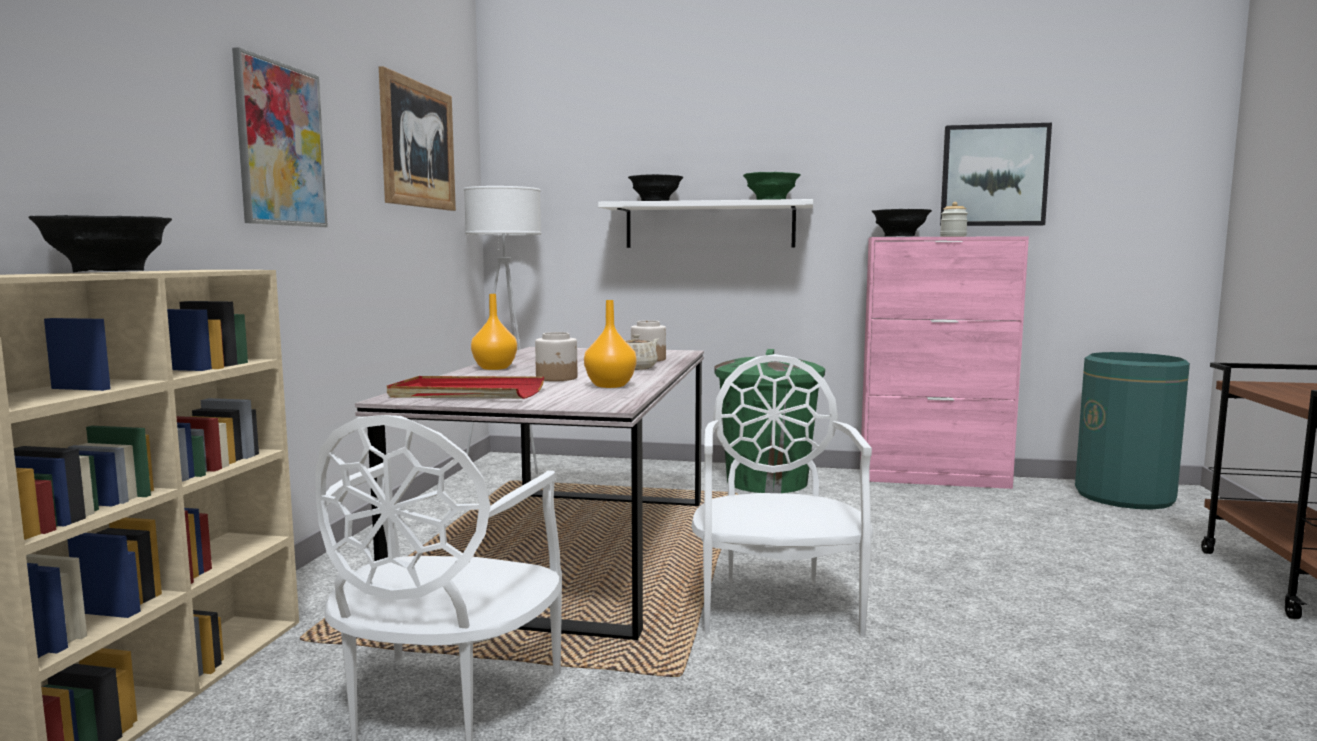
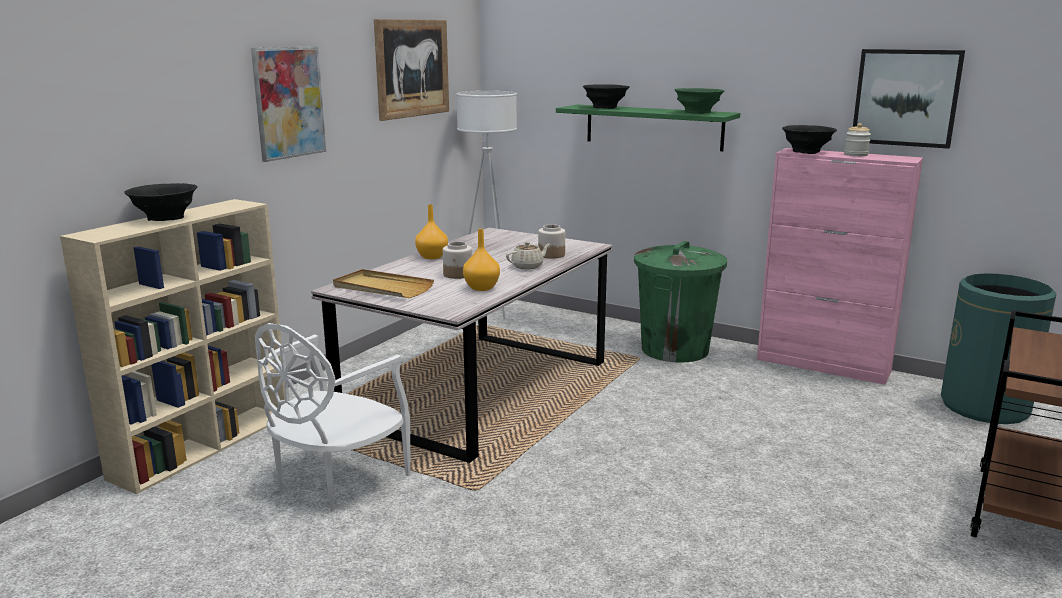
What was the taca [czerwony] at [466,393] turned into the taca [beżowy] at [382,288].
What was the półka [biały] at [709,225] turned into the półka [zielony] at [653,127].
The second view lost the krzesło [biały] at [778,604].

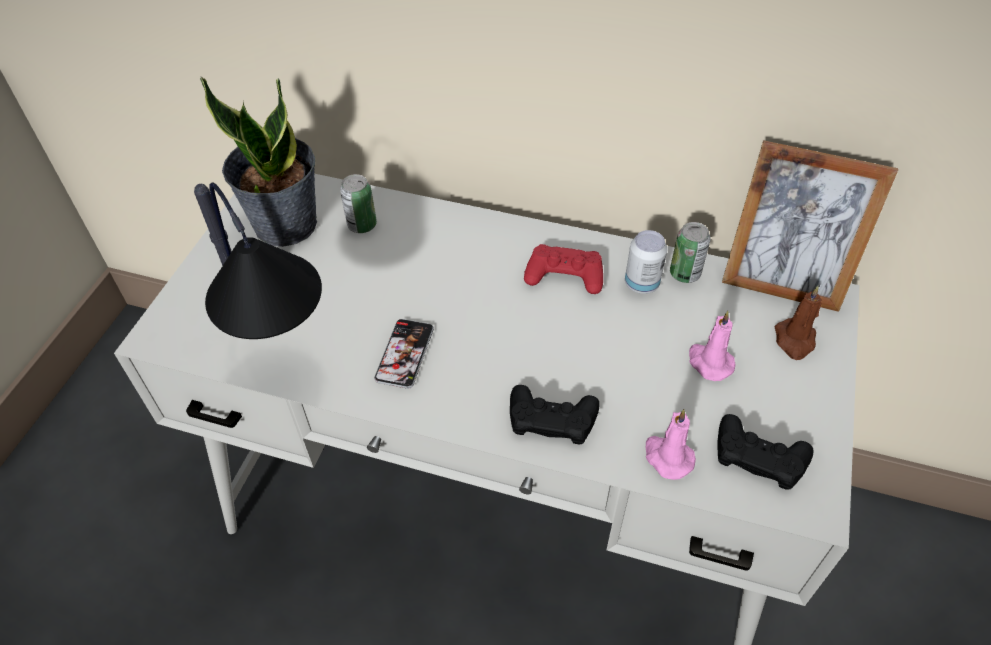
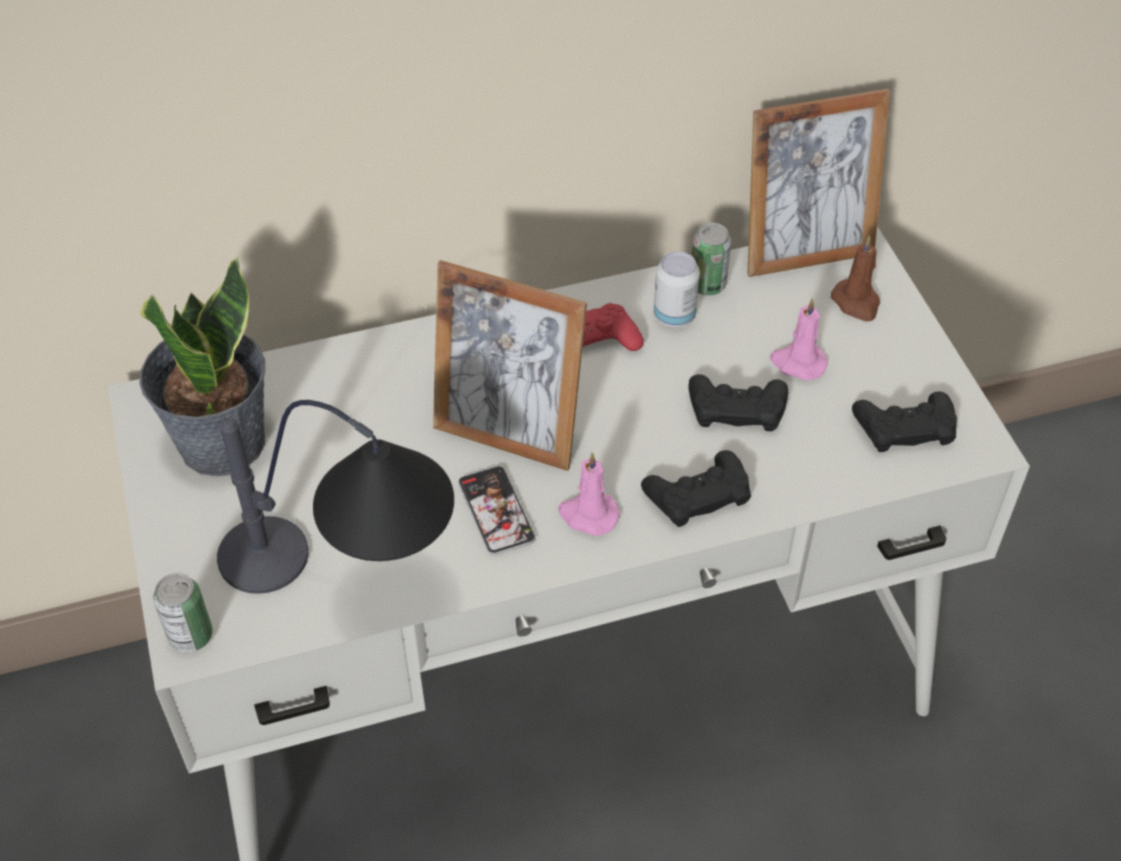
The puszka ended up elsewhere, having gone from [362,225] to [191,636].
The second view gained the ramka na zdjęcie at [508,433].
The świeca [różowy] ended up elsewhere, having gone from [667,456] to [588,515].
The second view gained the pad do gier [czarny] at [737,408].

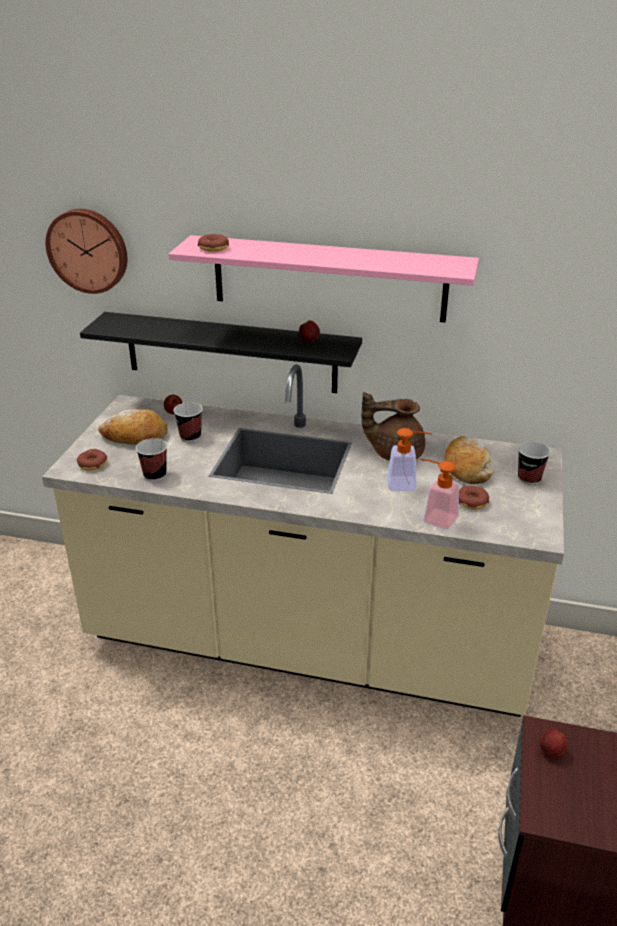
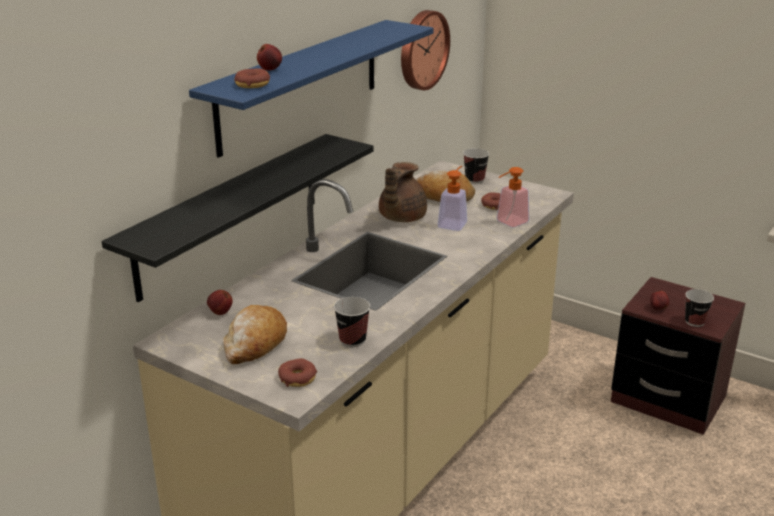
What was the półka [różowy] at [328,278] turned into the półka [niebieski] at [300,85].
The jabłko ended up elsewhere, having gone from [309,342] to [270,69].
The zegar ścienny ended up elsewhere, having gone from [88,250] to [422,49].
The filiżanka ended up elsewhere, having gone from [190,437] to [695,322].

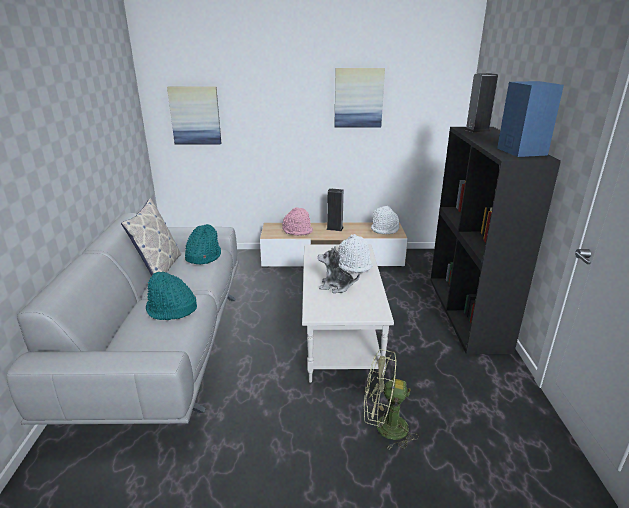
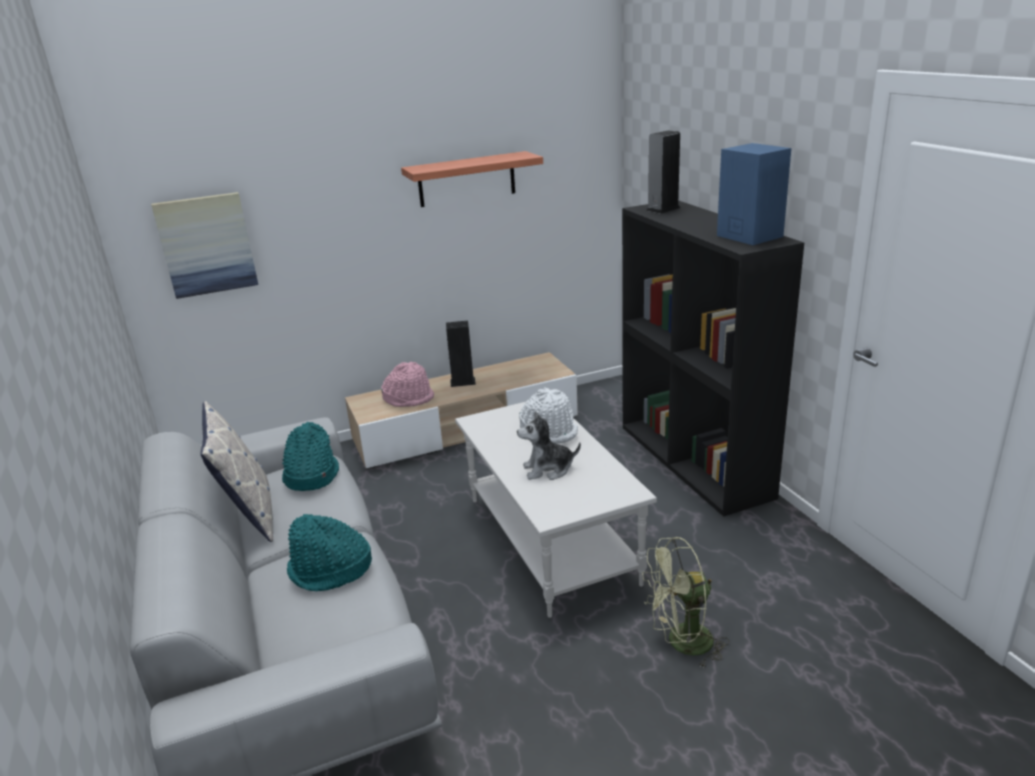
Where the obraz hung at [358,98], the półka came to hang at [467,179].
The second view lost the kapelusz [biały] at [385,229].

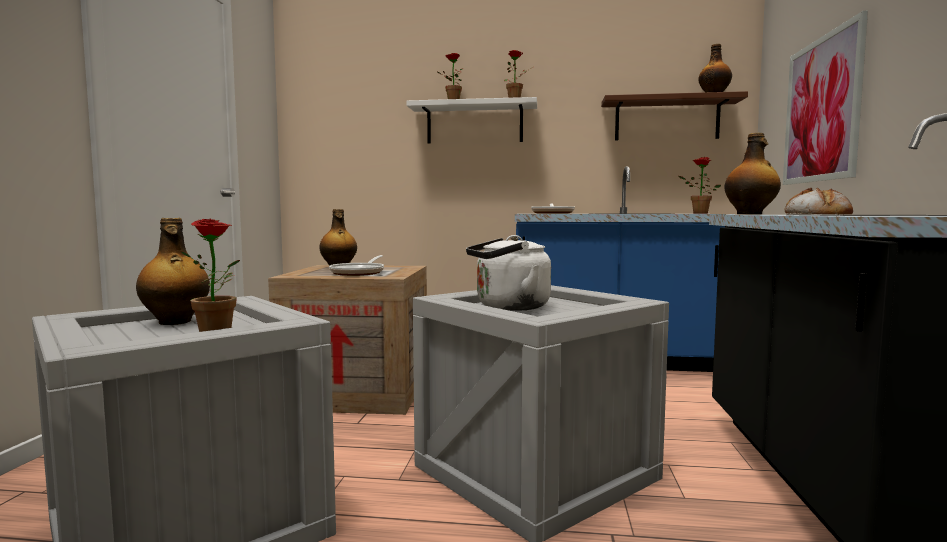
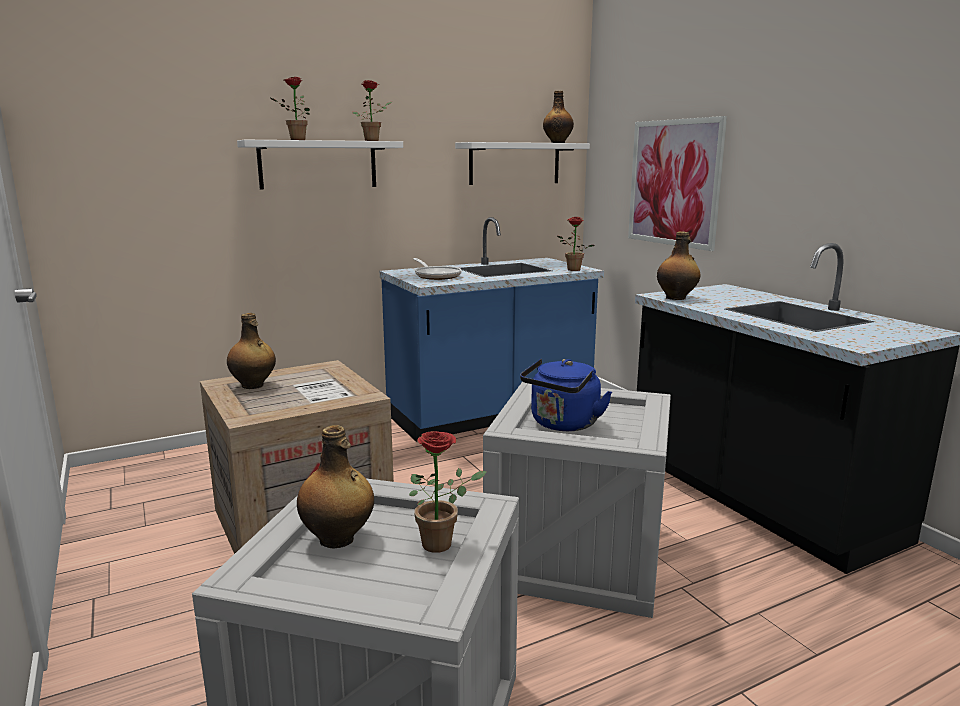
What was the półka [brązowy] at [666,120] turned into the półka [biały] at [514,163].
What was the czajnik [biały] at [508,307] turned into the czajnik [niebieski] at [563,425].
The second view lost the patelnia at [359,273].
The second view lost the chleb at [816,214].

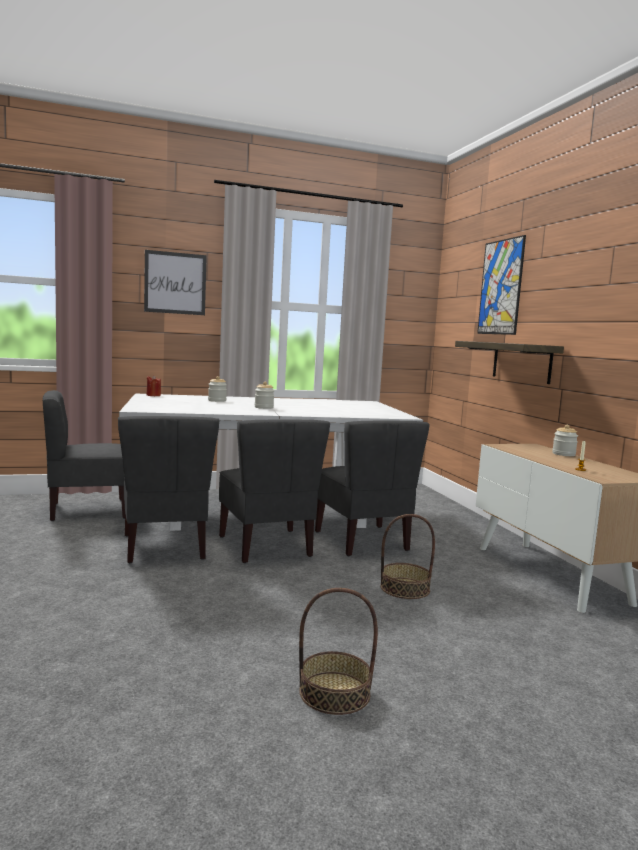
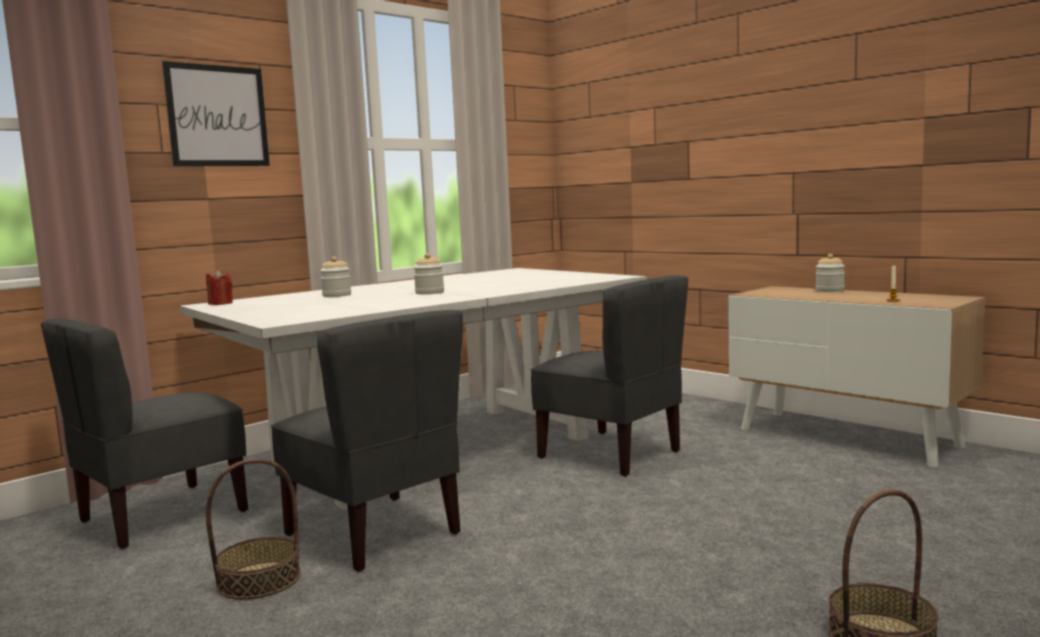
The koszyk ended up elsewhere, having gone from [405,588] to [259,580].
The second view lost the krzesło [szary] at [266,546].
The second view lost the półka at [521,362].
The second view lost the obraz at [500,287].

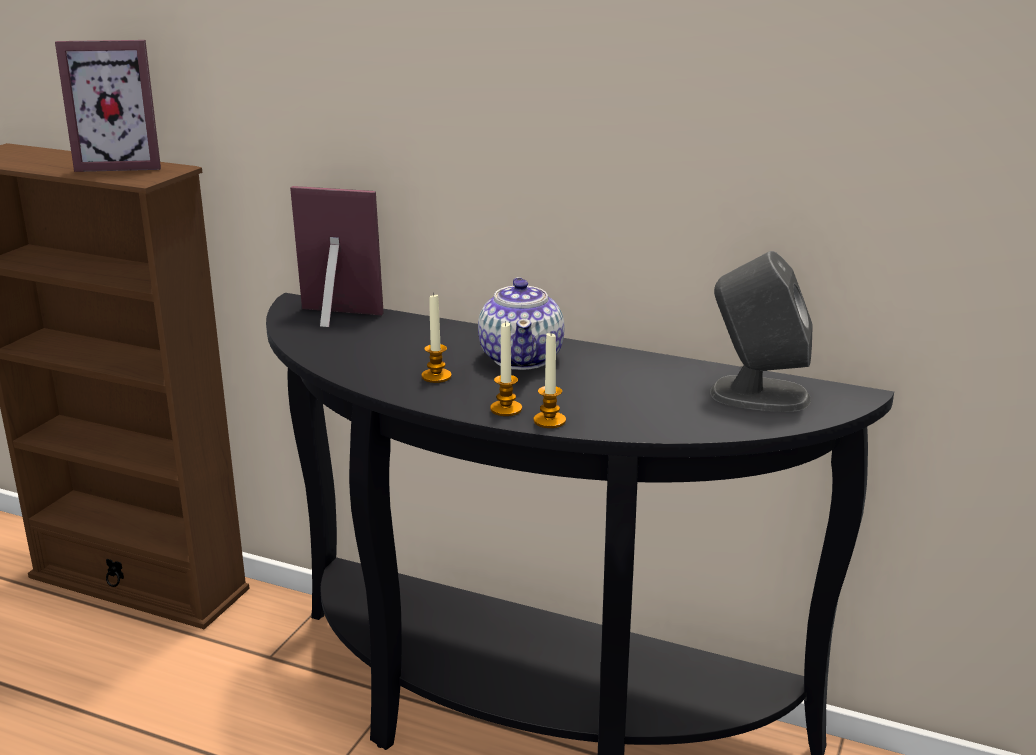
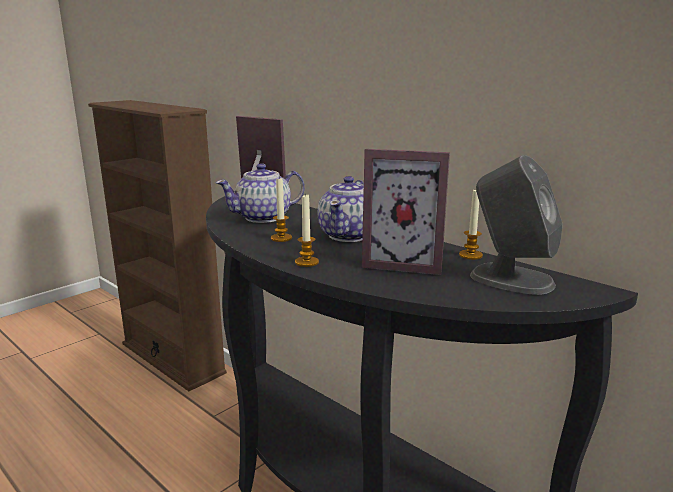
The second view gained the imbryk at [264,217].
The ramka na zdjęcie ended up elsewhere, having gone from [122,165] to [403,263].
The świeca ended up elsewhere, having gone from [549,421] to [470,255].

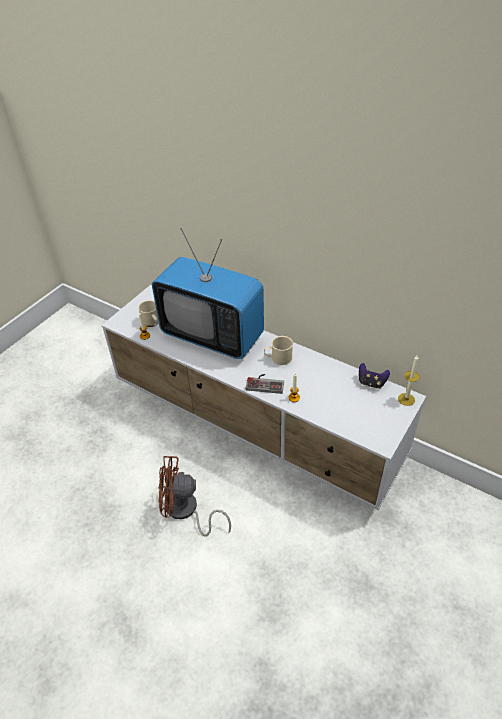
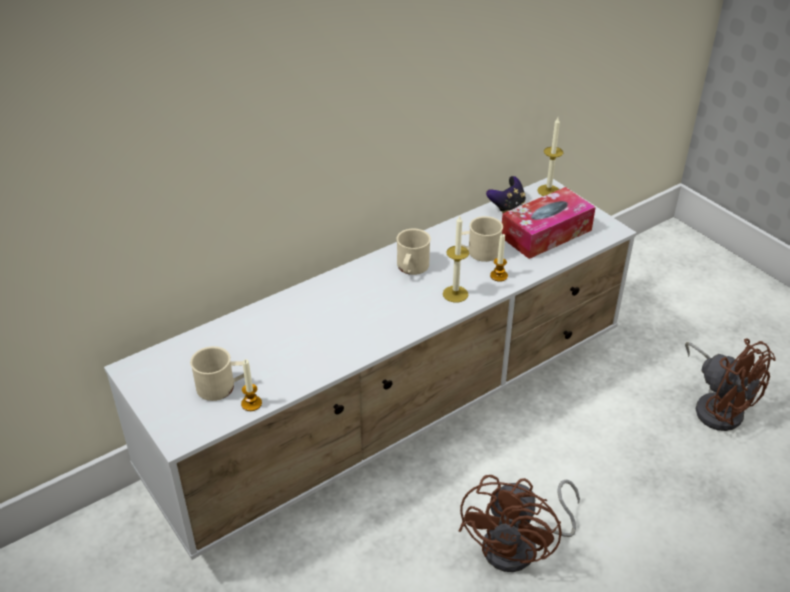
Where the pad do gier stood at [265,383], the świeca came to stand at [455,294].
The second view gained the kubek [beżowy] at [478,252].
The second view gained the pudełko chusteczek at [546,233].
The second view gained the wentylator [brązowy] at [717,406].
The second view lost the telewizor at [212,336].

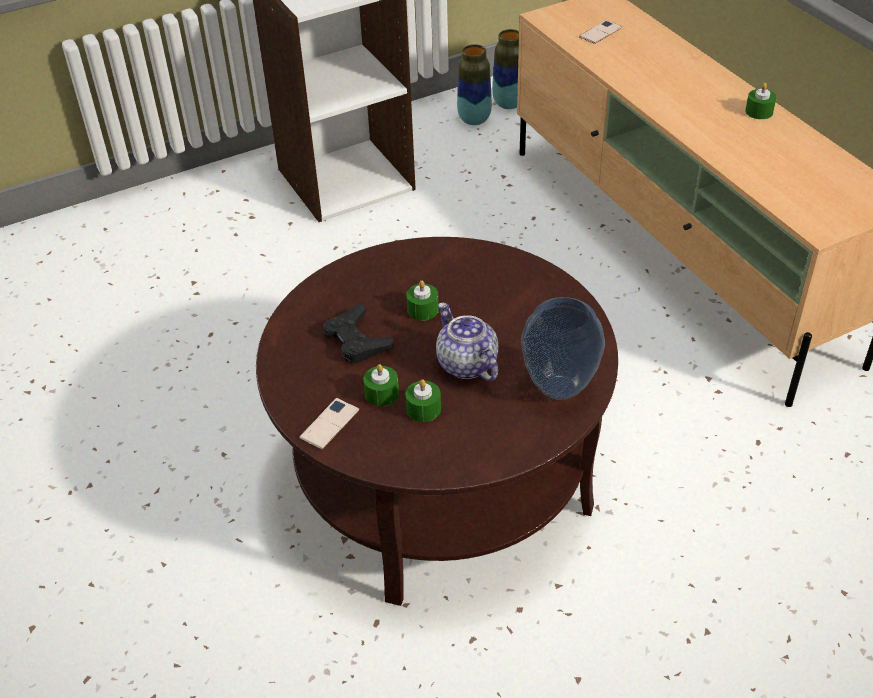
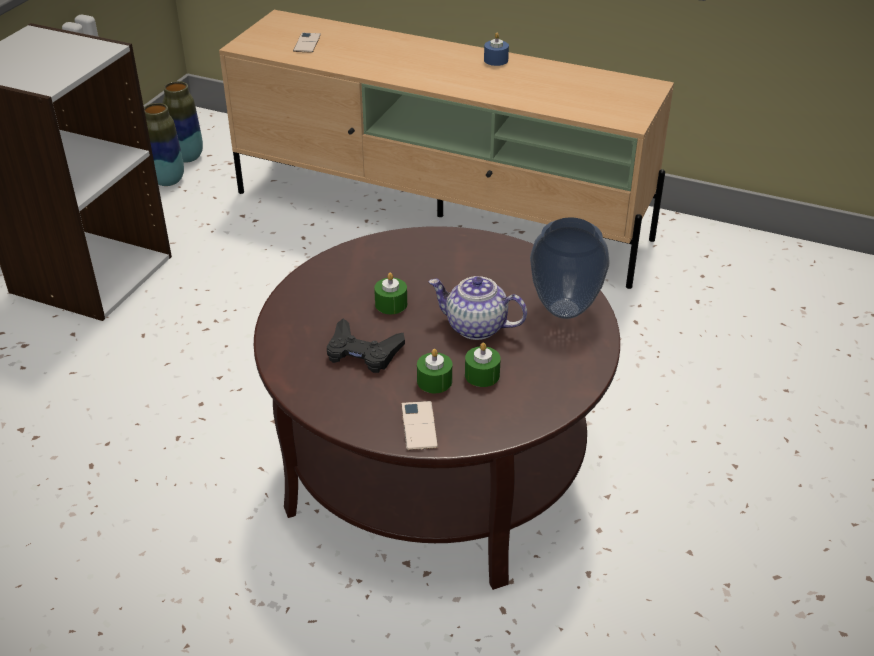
What was the świeca [zielony] at [759,111] turned into the świeca [niebieski] at [496,60].

